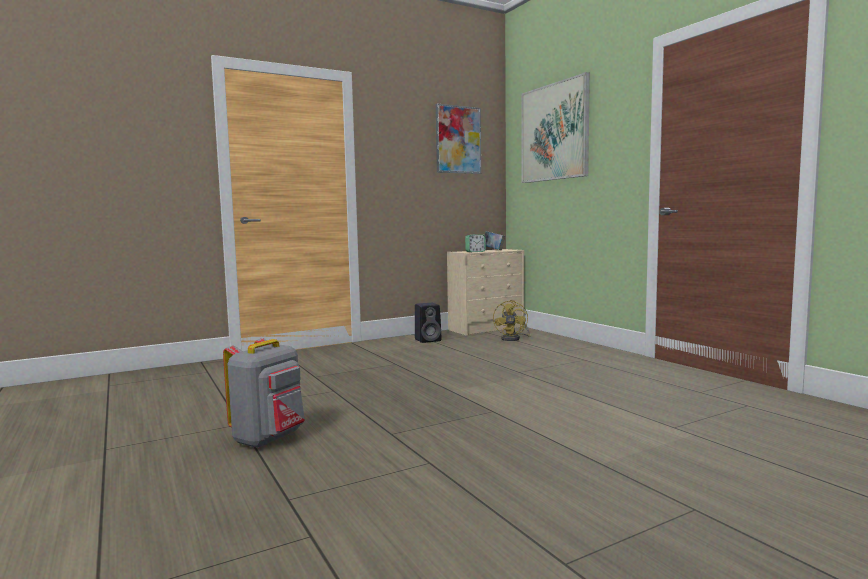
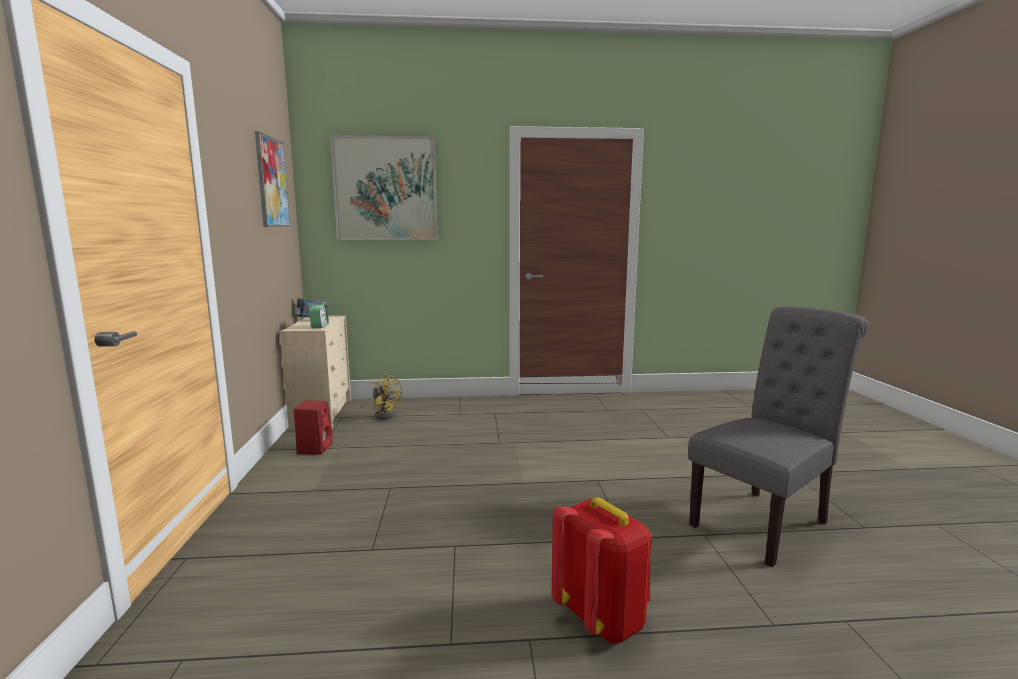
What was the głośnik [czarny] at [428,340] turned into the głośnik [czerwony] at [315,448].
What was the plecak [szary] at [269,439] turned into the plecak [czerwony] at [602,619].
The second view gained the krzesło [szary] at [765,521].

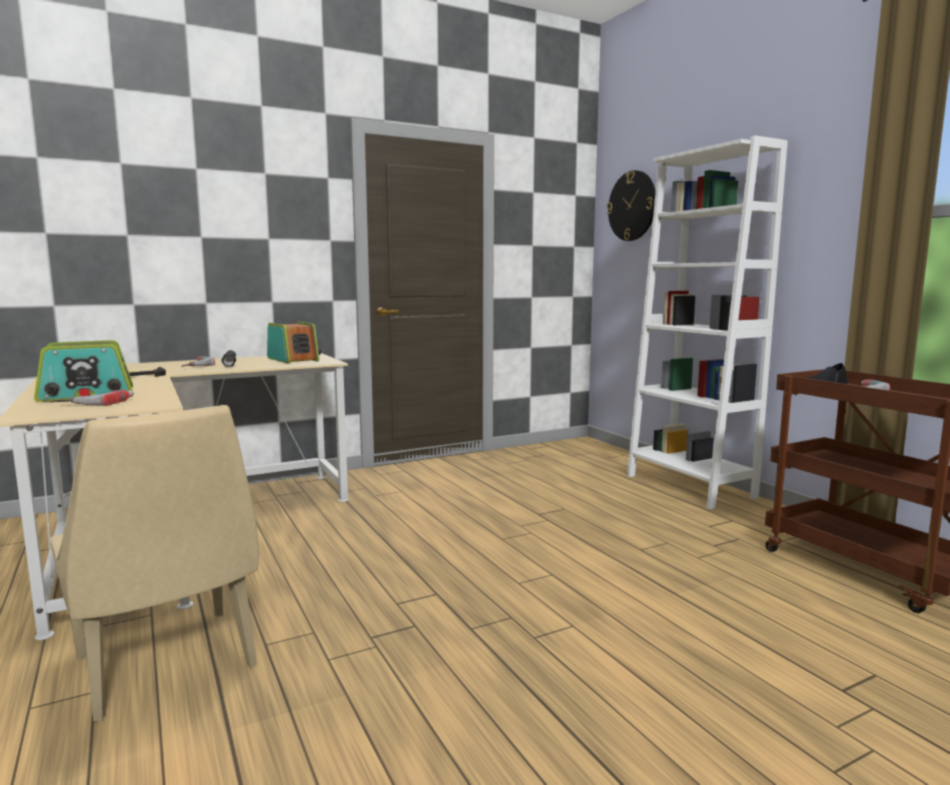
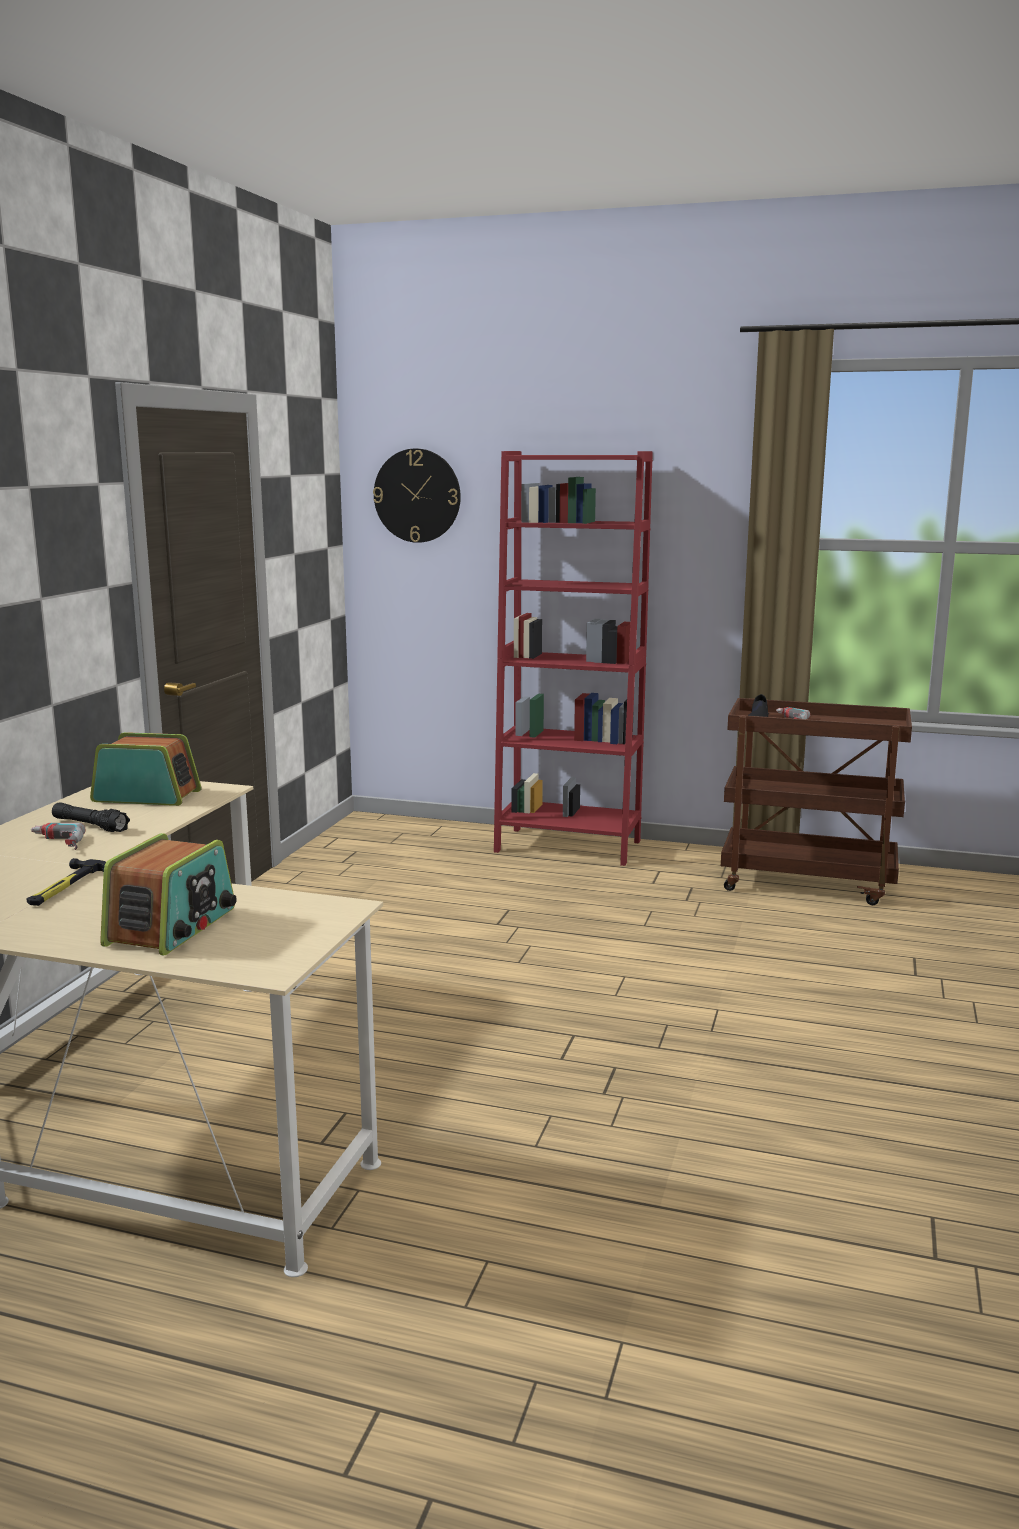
What was the regał [biały] at [689,486] turned into the regał [czerwony] at [568,846].
The second view lost the wiertarka at [95,402].
The second view lost the krzesło [beżowy] at [167,664].

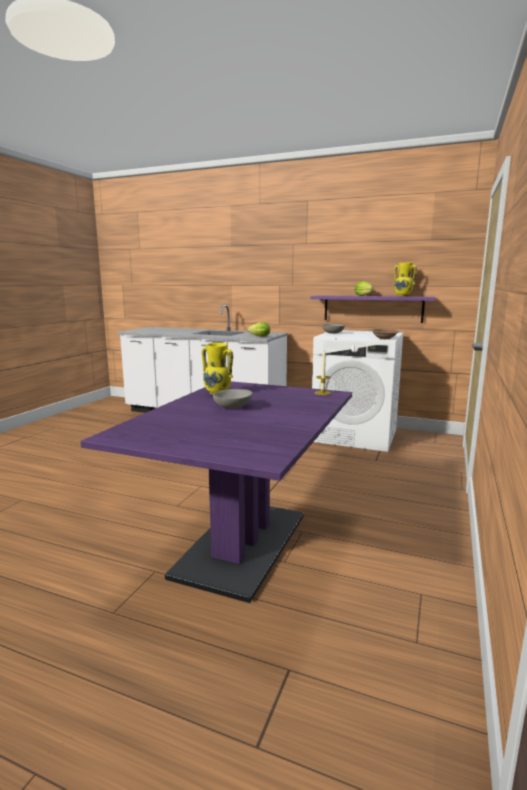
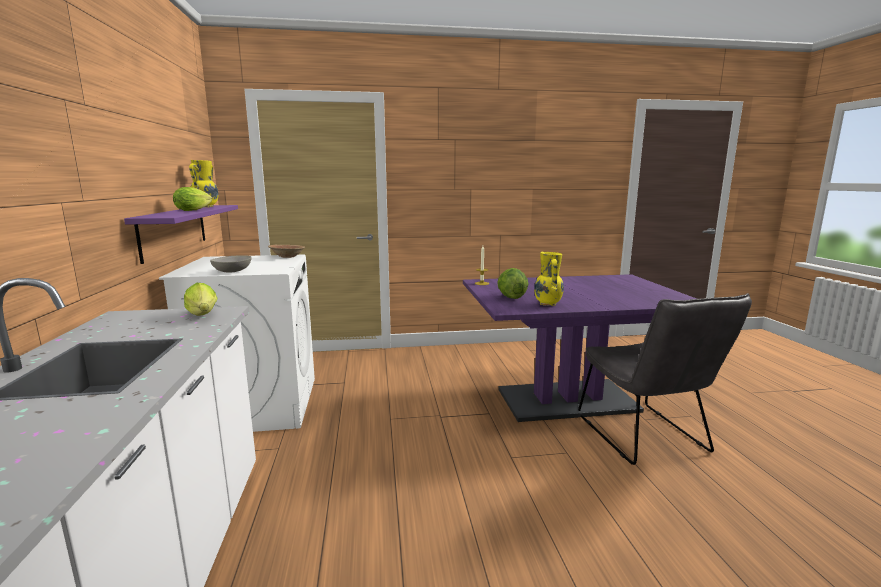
The second view gained the sałata at [511,297].
The second view gained the krzesło [szary] at [646,437].
The second view lost the miska [szary] at [233,407].

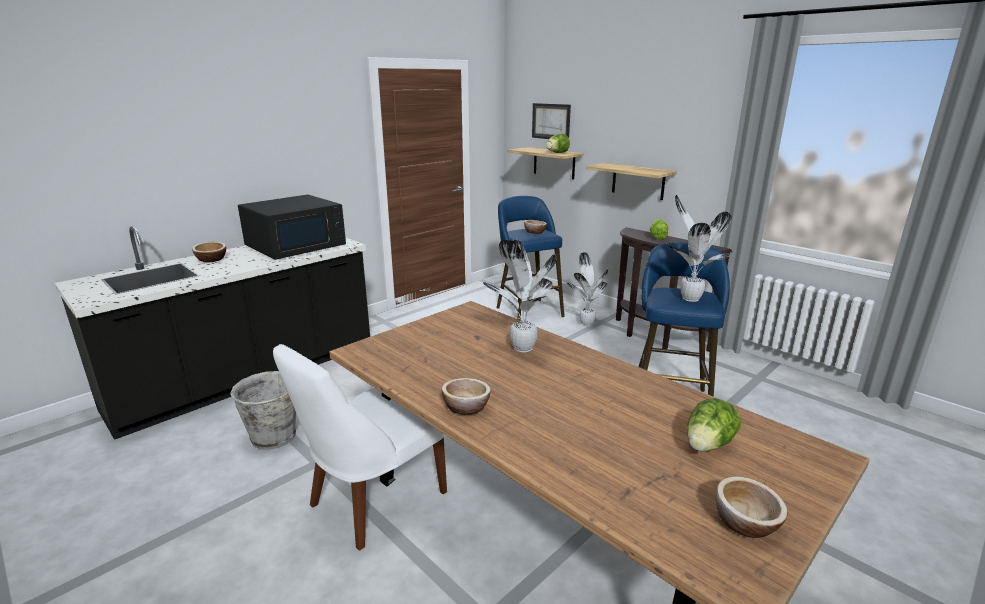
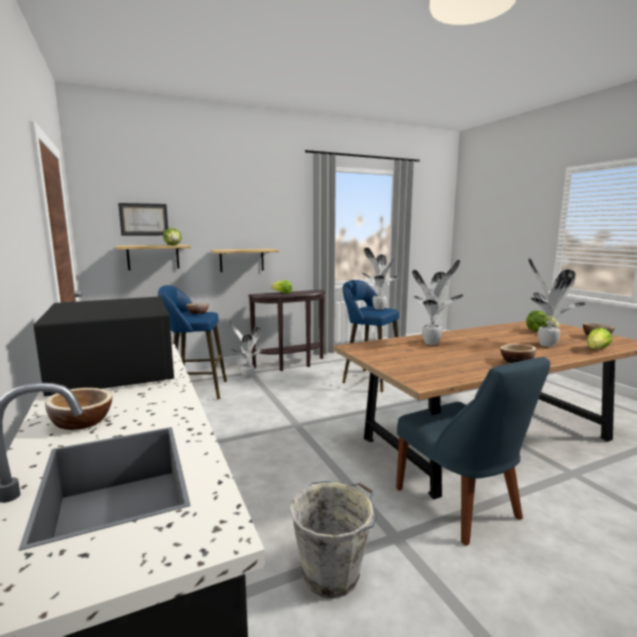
What was the krzesło [biały] at [373,501] turned into the krzesło [niebieski] at [461,506].
The second view gained the roślina doniczkowa at [545,344].
The second view gained the sałata at [596,350].

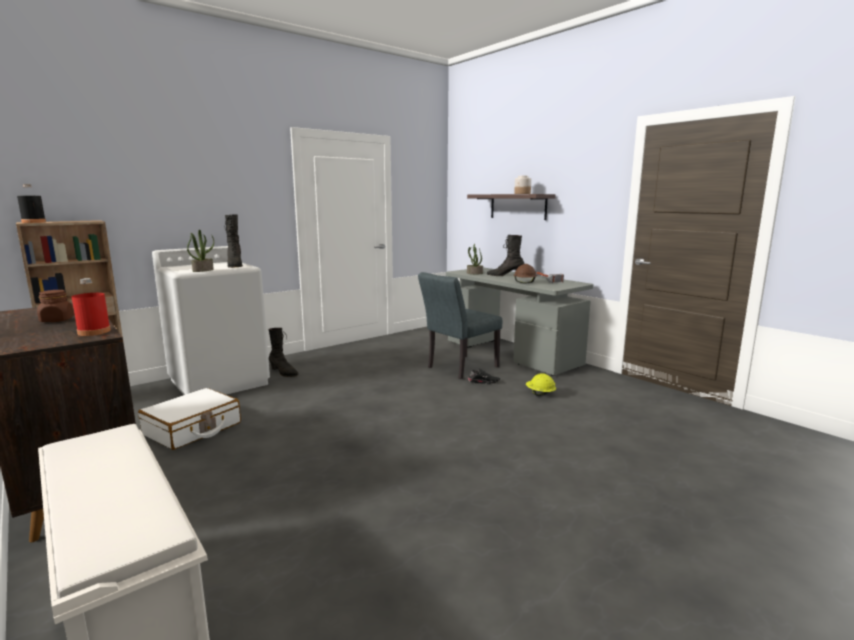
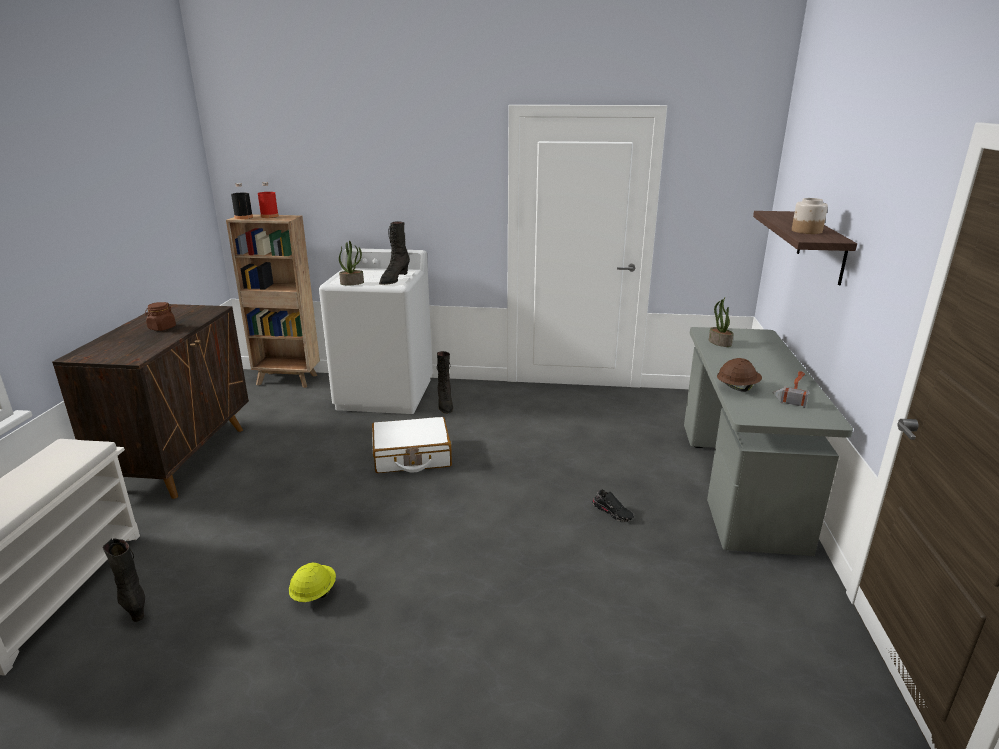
The but z cholewką [czarny] ended up elsewhere, having gone from [505,275] to [133,605].
The butelka [czerwony] ended up elsewhere, having gone from [94,332] to [269,216].
The kask [żółty] ended up elsewhere, having gone from [540,394] to [313,593].
The walizka [biały] ended up elsewhere, having gone from [193,429] to [411,456].
The second view lost the krzesło [szary] at [458,368].

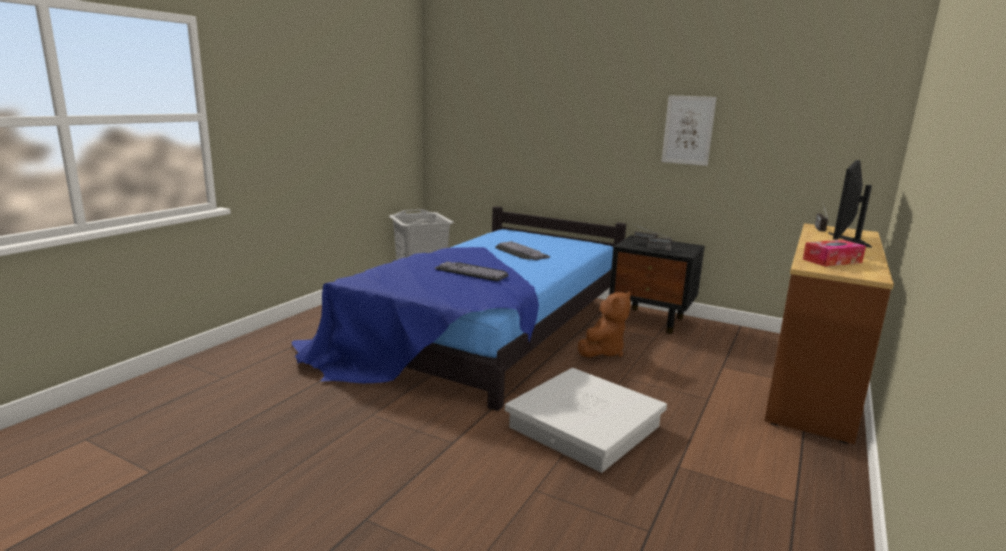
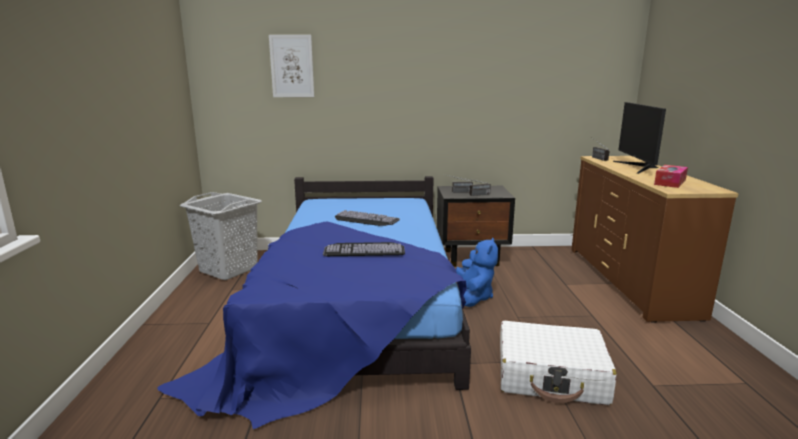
The obraz ended up elsewhere, having gone from [688,130] to [292,66].
What was the pluszak [brązowy] at [602,351] turned into the pluszak [niebieski] at [473,297].
Where the pojemnik do przechowywania [biały] stood at [585,427], the walizka [biały] came to stand at [551,376].

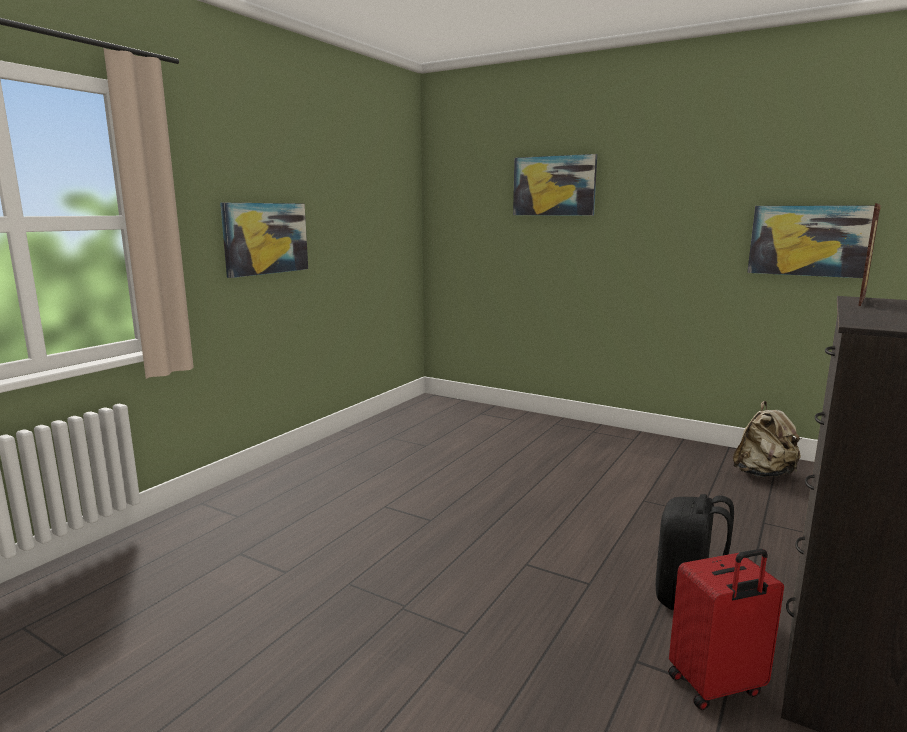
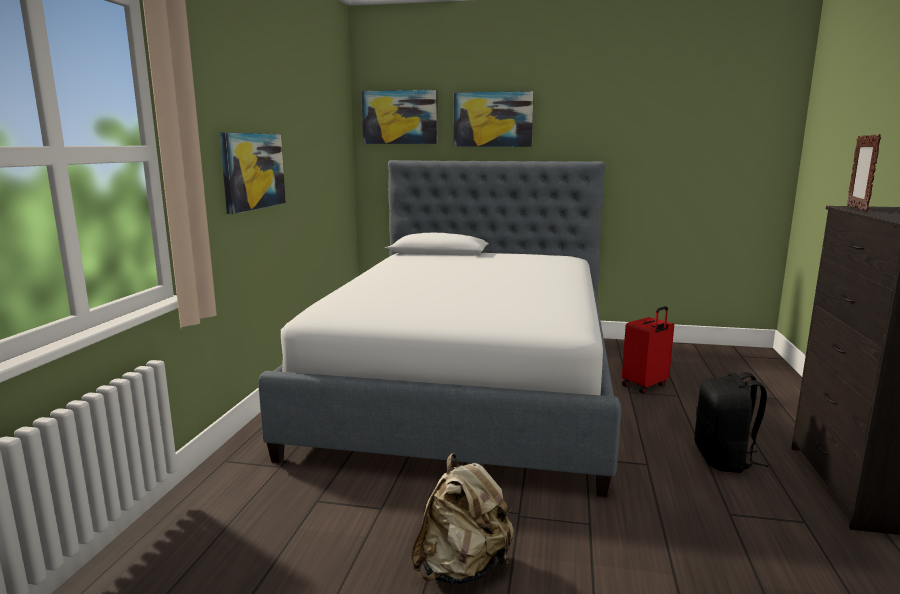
The second view gained the łóżko at [468,386].
The obraz ended up elsewhere, having gone from [807,240] to [400,117].
The plecak [beżowy] ended up elsewhere, having gone from [763,474] to [462,568].
The walizka [czerwony] ended up elsewhere, having gone from [716,686] to [645,386].

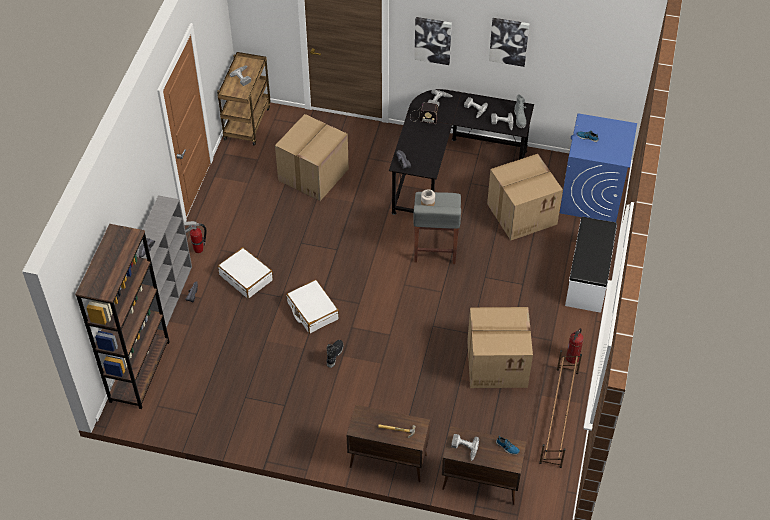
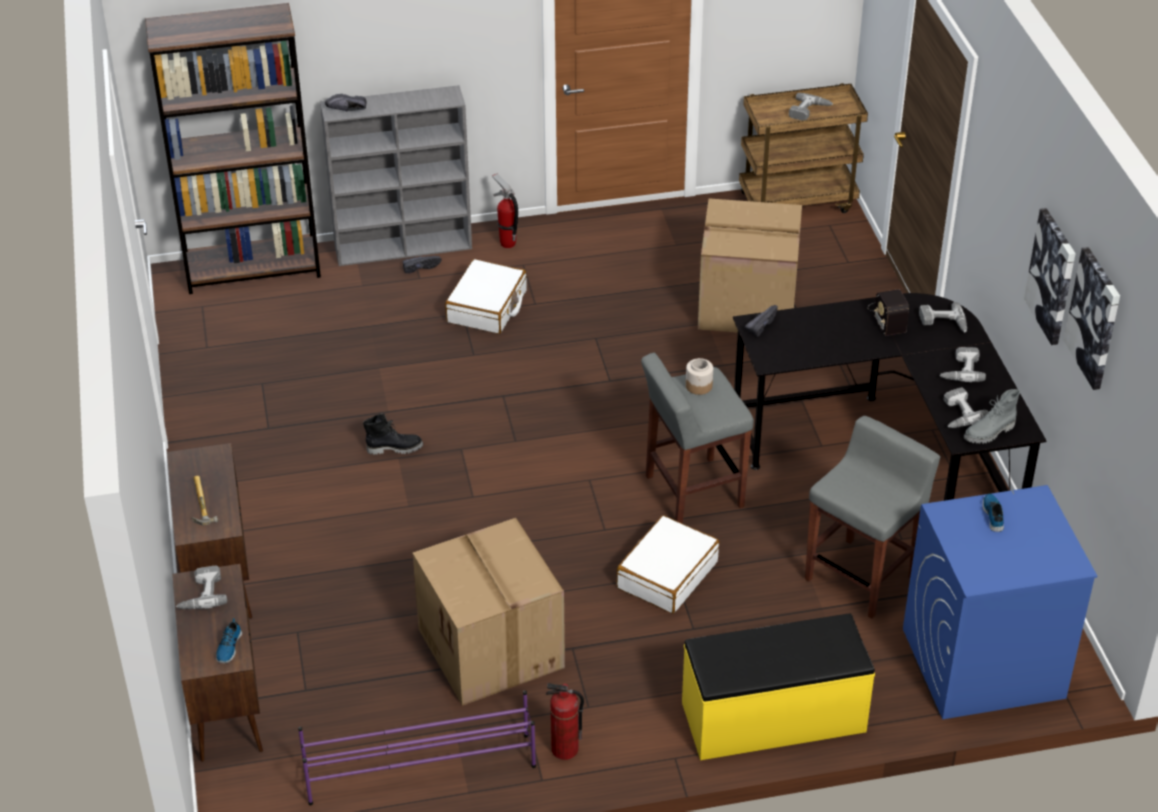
What was the regał na buty [brązowy] at [558,417] turned into the regał na buty [fioletowy] at [419,768].
The walizka [biały] ended up elsewhere, having gone from [312,311] to [667,574].
What was the ławka [biały] at [589,278] turned into the ławka [żółty] at [773,718].
Where the karton stood at [522,213], the stołek [szary] came to stand at [861,577].
The obraz ended up elsewhere, having gone from [433,40] to [1094,318].

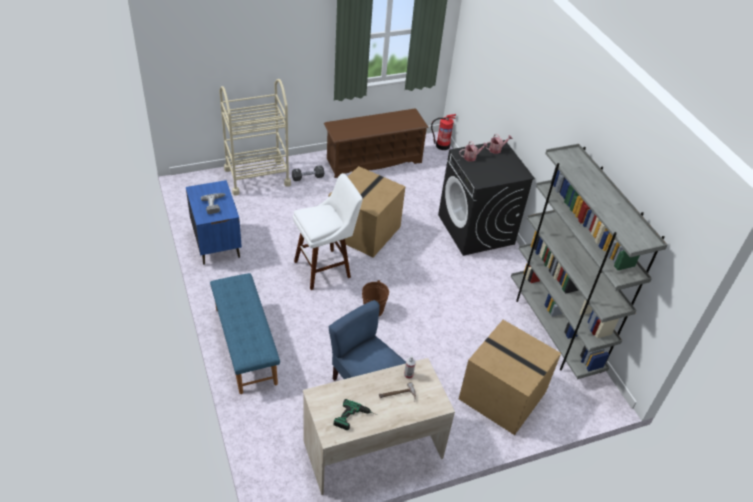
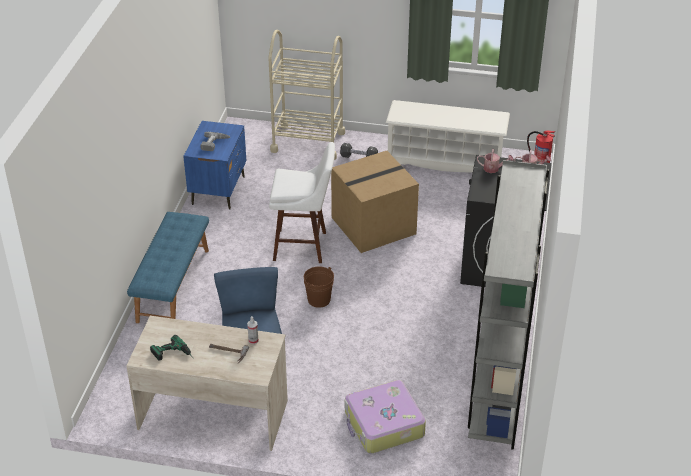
Where the karton stood at [504,395], the walizka came to stand at [383,425].
What was the regał na buty [brązowy] at [373,160] turned into the regał na buty [biały] at [445,161].

